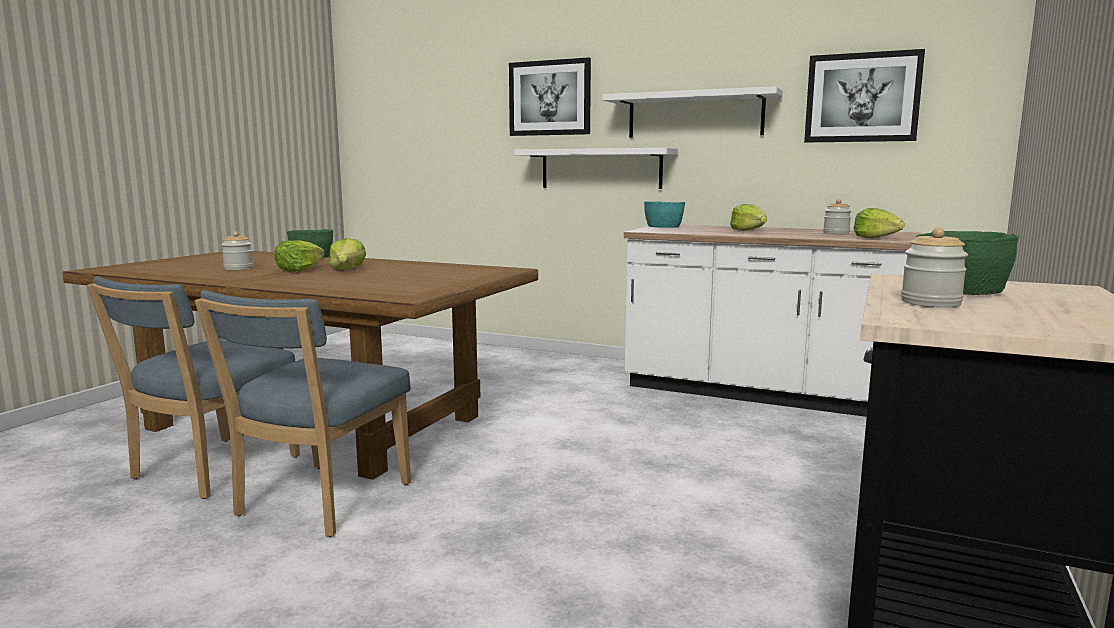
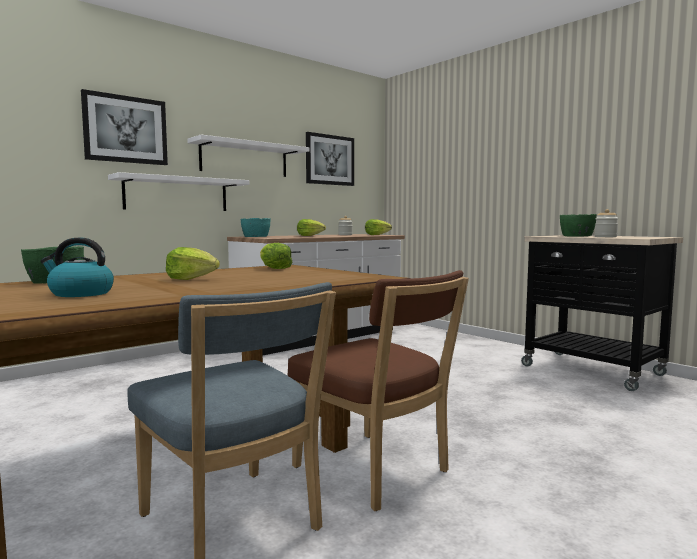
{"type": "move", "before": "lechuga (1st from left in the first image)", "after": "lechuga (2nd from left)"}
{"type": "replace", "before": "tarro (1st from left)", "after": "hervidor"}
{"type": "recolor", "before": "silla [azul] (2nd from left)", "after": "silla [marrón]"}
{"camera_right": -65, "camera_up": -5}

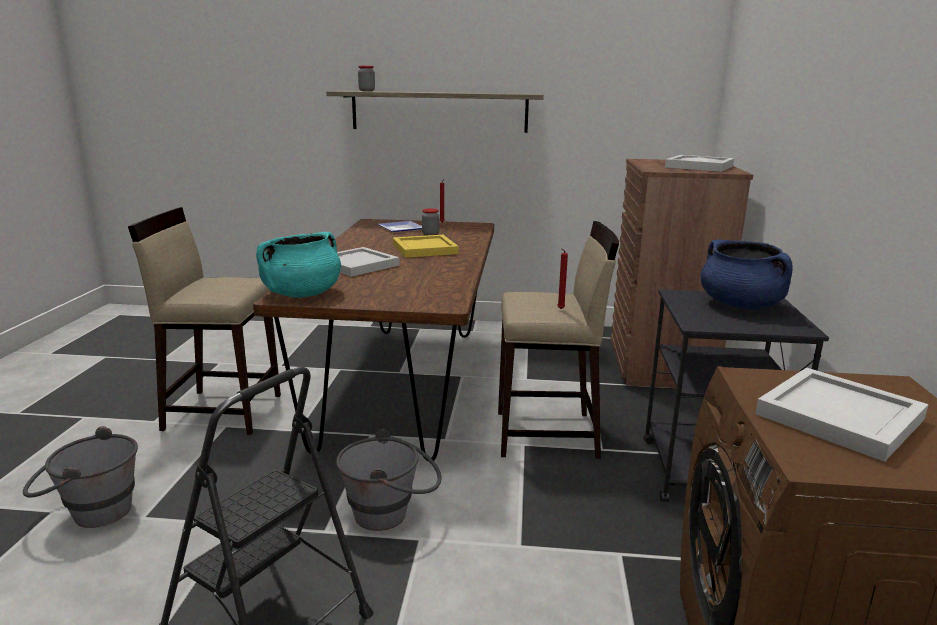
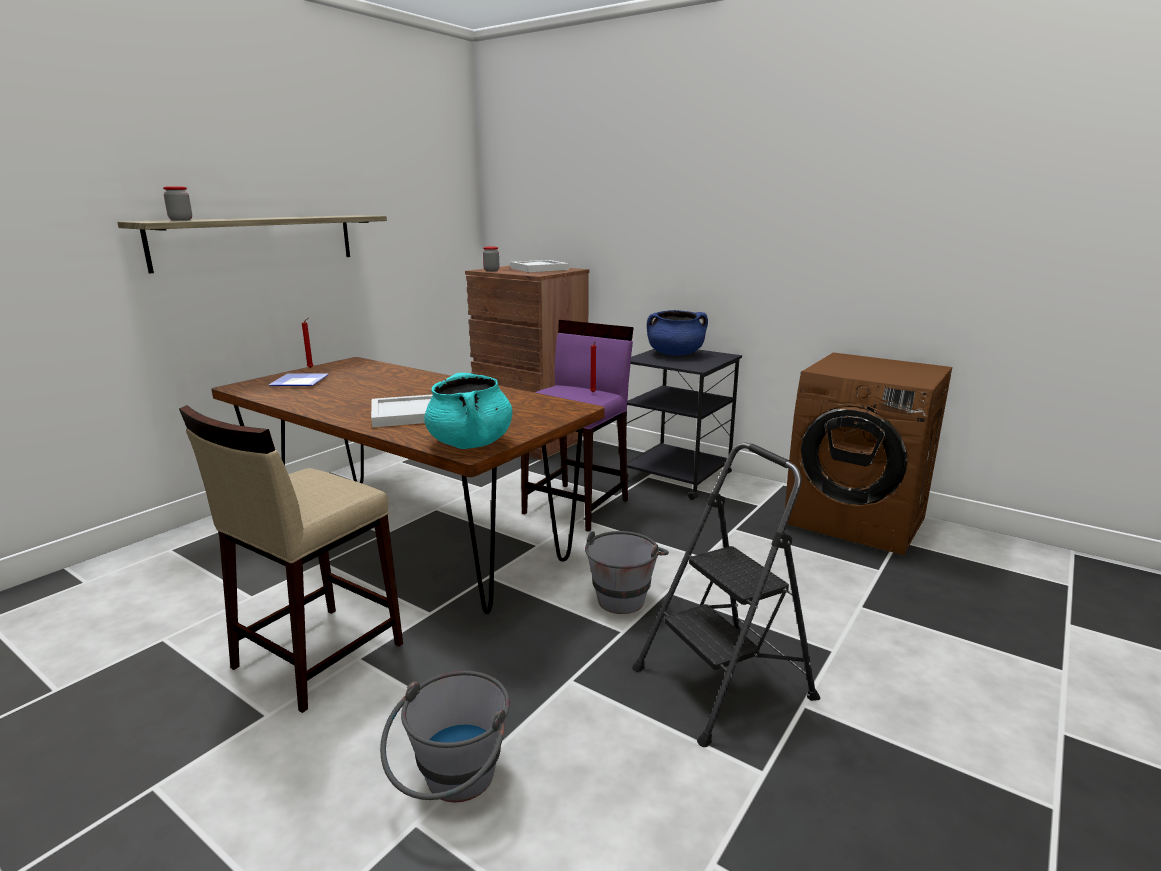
{"type": "delete", "before": "bandeja [amarillo]"}
{"type": "delete", "before": "bandeja [blanco] (3rd from left)"}
{"type": "move", "before": "tarro (2nd from left)"}
{"type": "recolor", "before": "taburete [beis] (2nd from left)", "after": "taburete [morado]"}
{"camera_right": -60, "camera_up": 0}

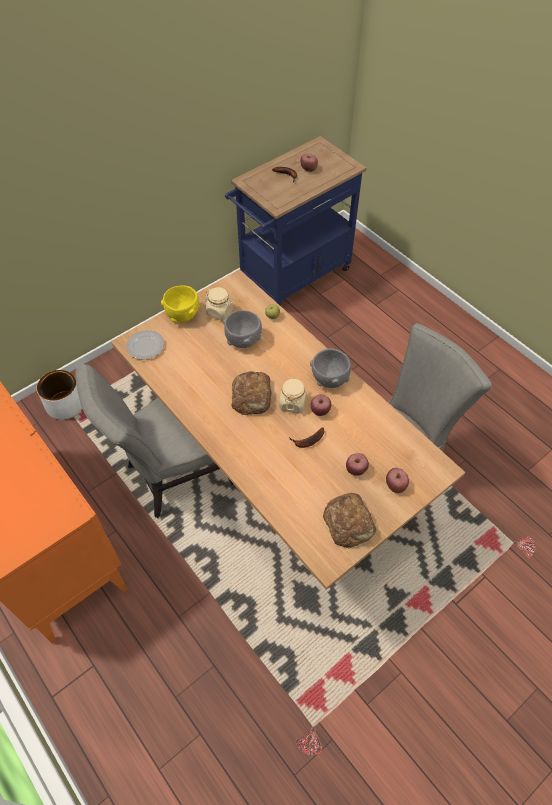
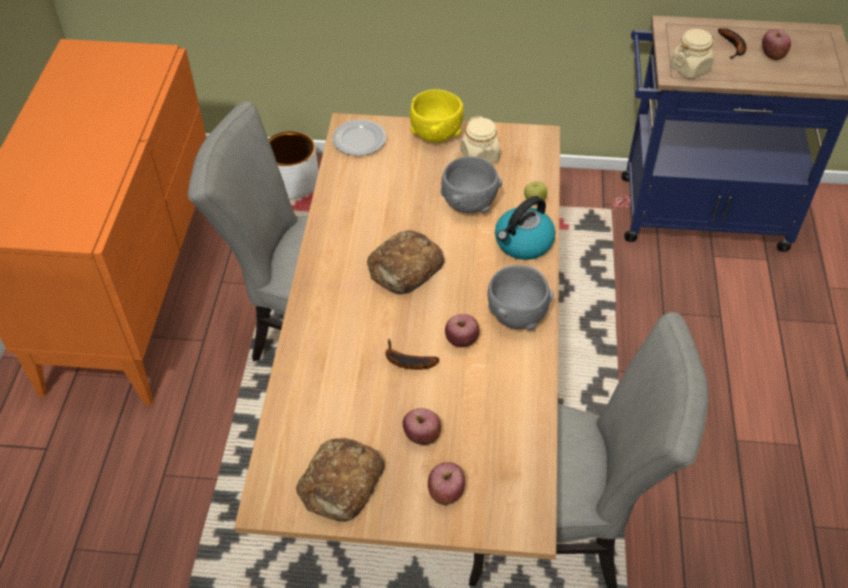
{"type": "insert", "after": "hervidor"}
{"type": "move", "before": "tarro [beis] (2nd from left)"}
{"camera_right": 45, "camera_up": -5}

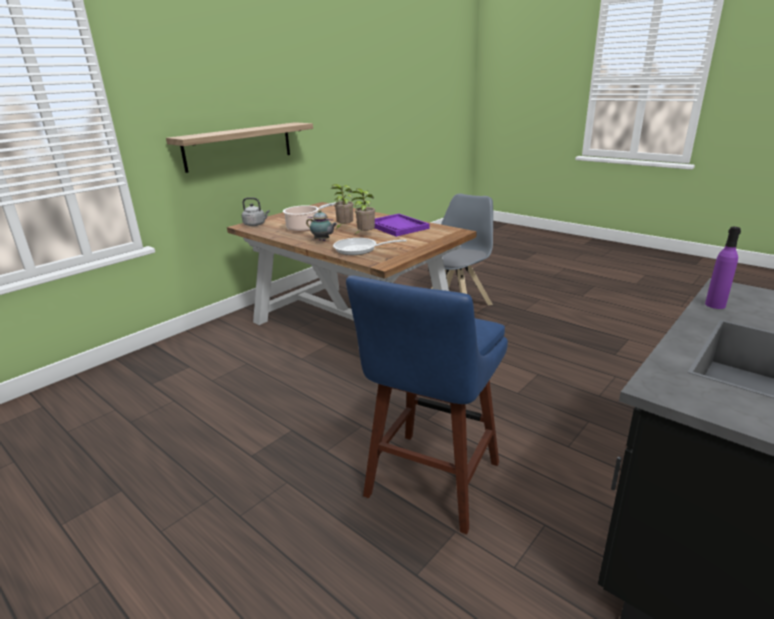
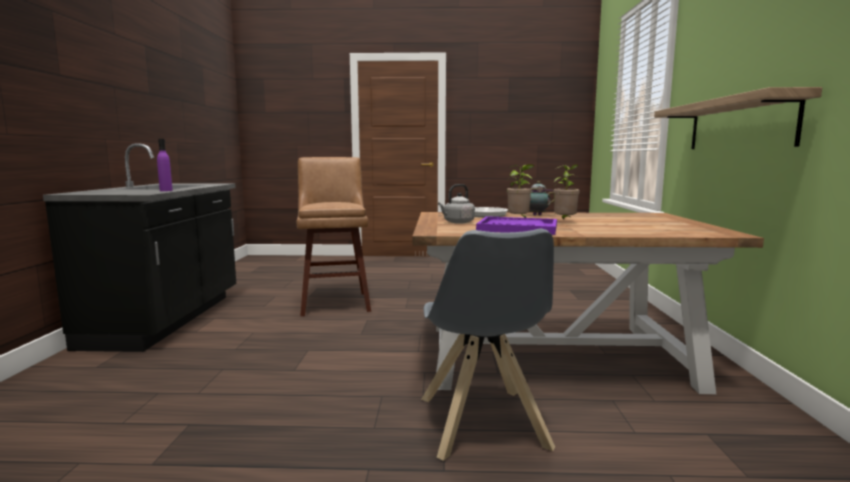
{"type": "delete", "before": "olla"}
{"type": "move", "before": "hervidor [gris]"}
{"type": "recolor", "before": "taburete [azul]", "after": "taburete [marrón]"}
{"camera_right": 140, "camera_up": -15}

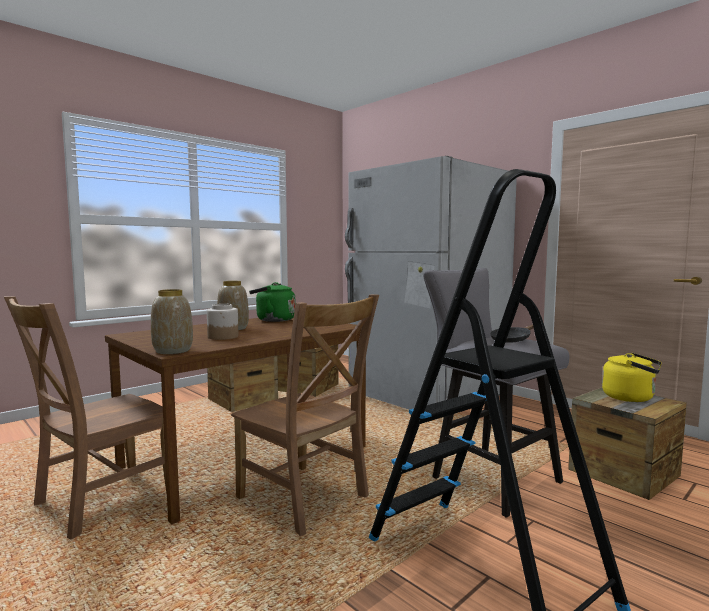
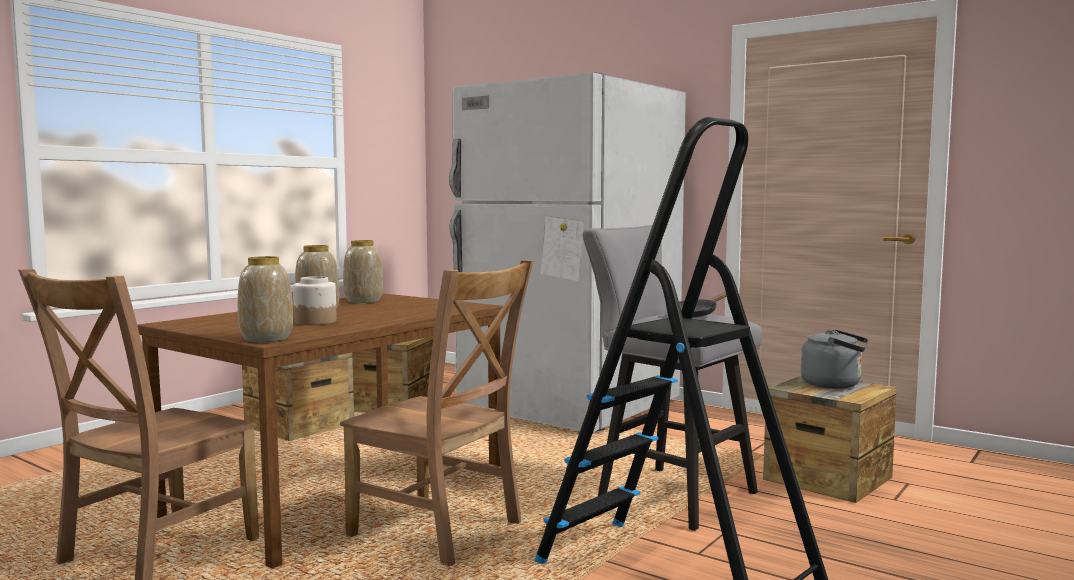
{"type": "replace", "before": "hervidor [verde]", "after": "florero (3rd from left)"}
{"type": "recolor", "before": "hervidor [amarillo]", "after": "hervidor [gris]"}
{"camera_right": -10, "camera_up": 0}

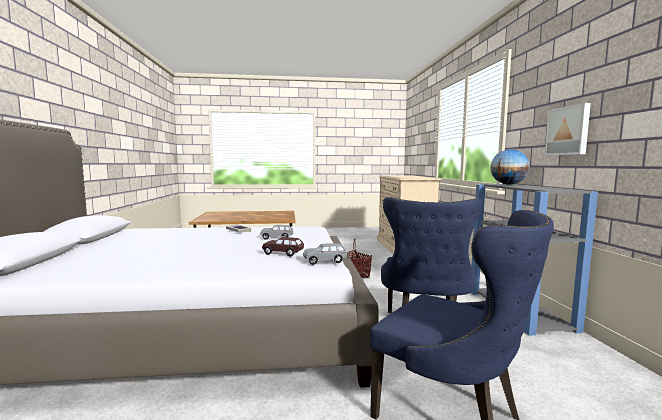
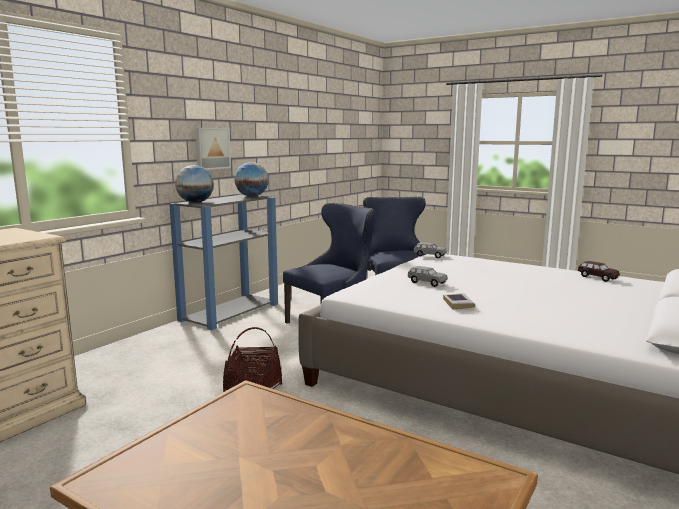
{"type": "insert", "after": "globo terráqueo (2nd from left)"}
{"type": "move", "before": "coche de juguete [marrón]"}
{"camera_right": -140, "camera_up": 5}

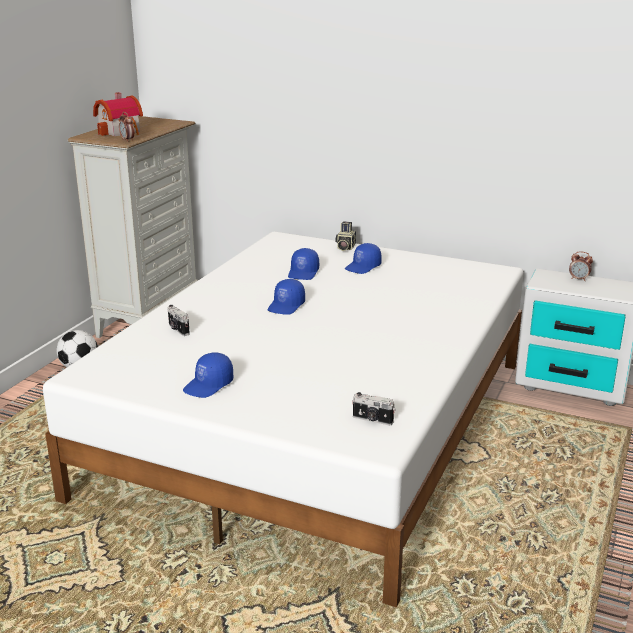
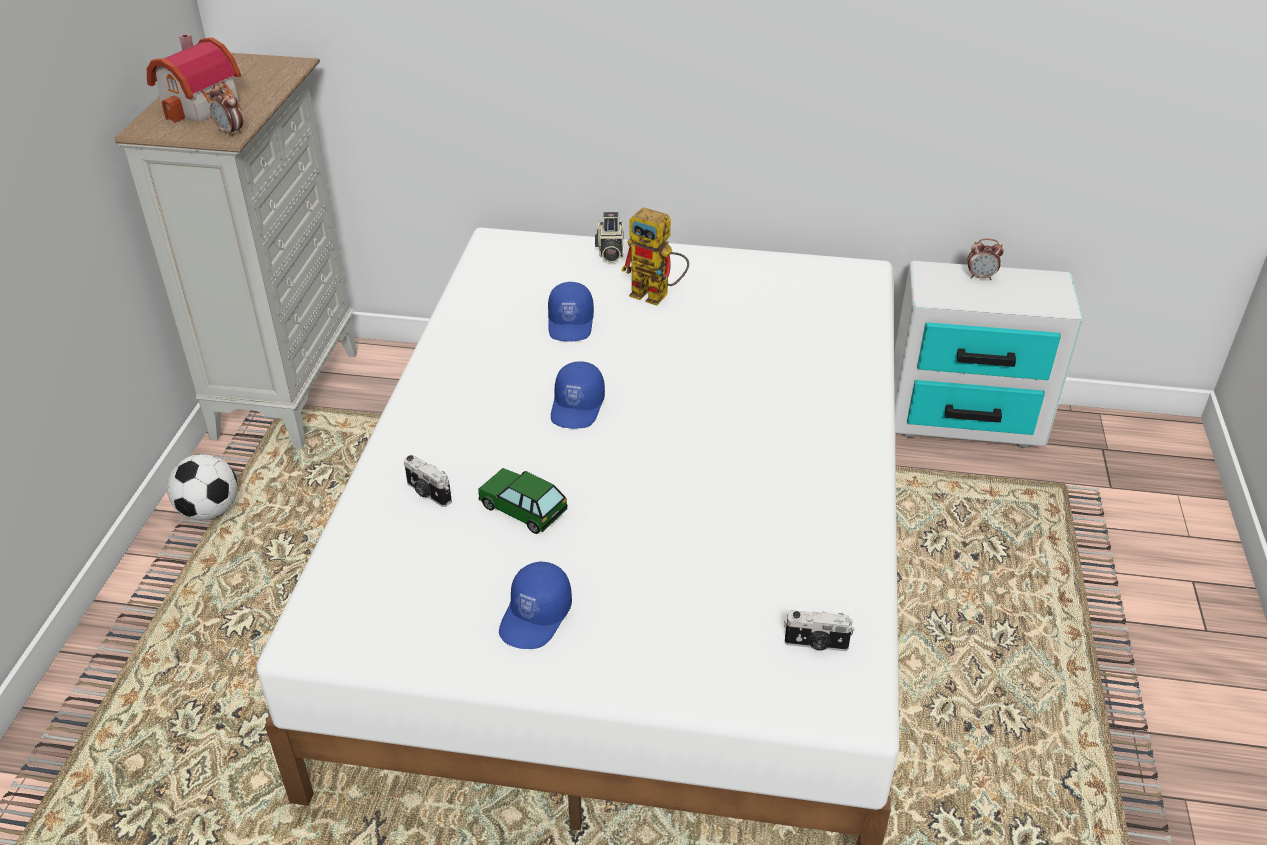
{"type": "insert", "after": "coche de juguete"}
{"type": "replace", "before": "gorra [azul] (4th from left)", "after": "robot de juguete"}
{"camera_right": -15, "camera_up": 15}

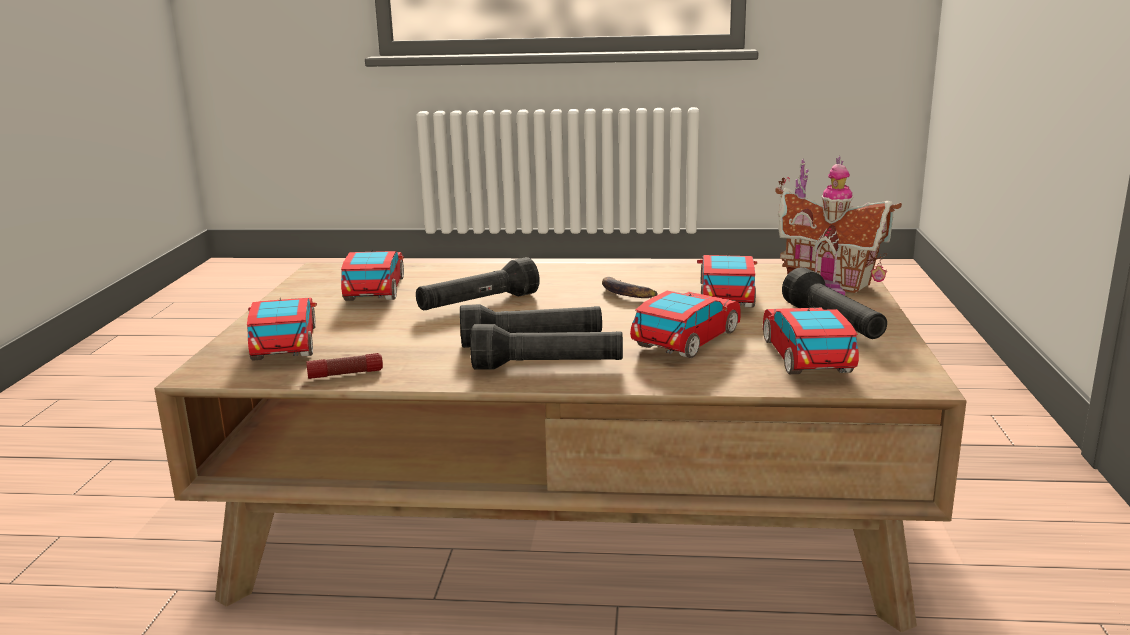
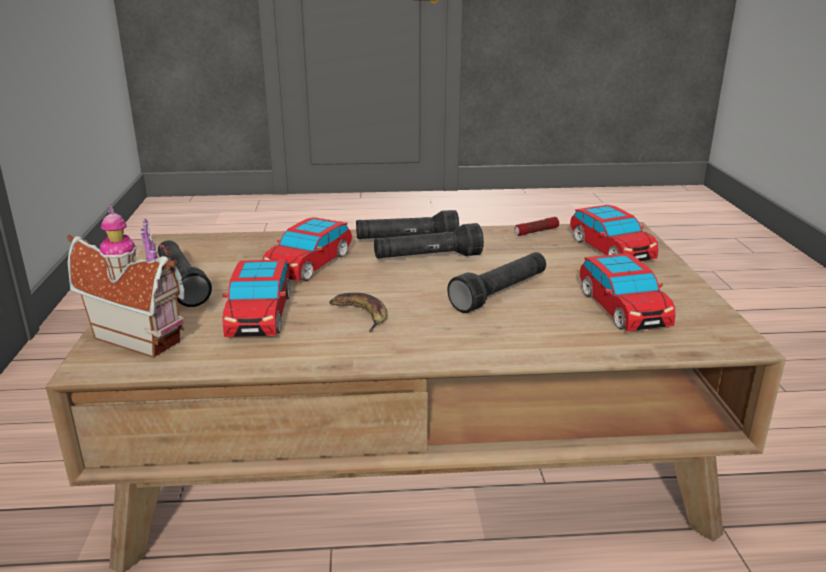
{"type": "delete", "before": "coche de juguete (5th from left)"}
{"camera_right": 170, "camera_up": 5}

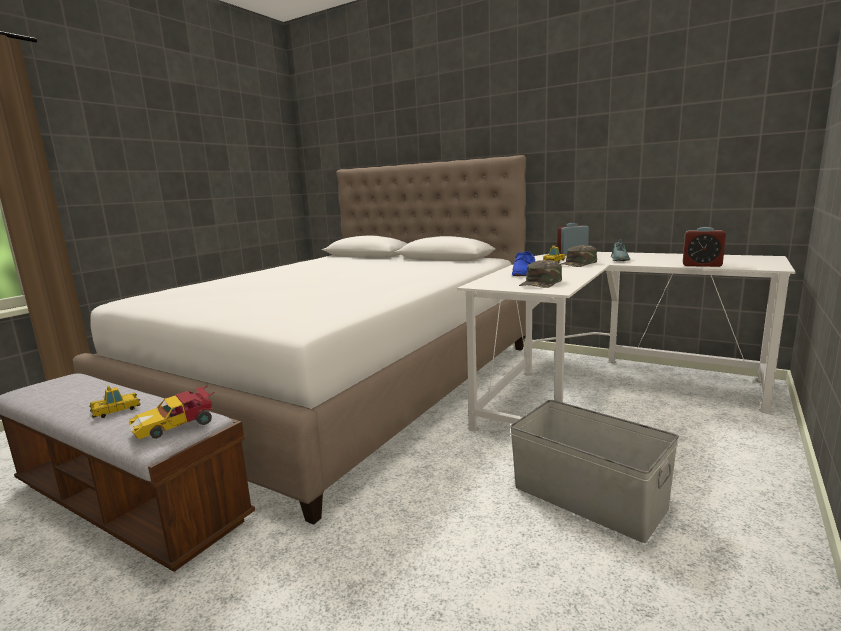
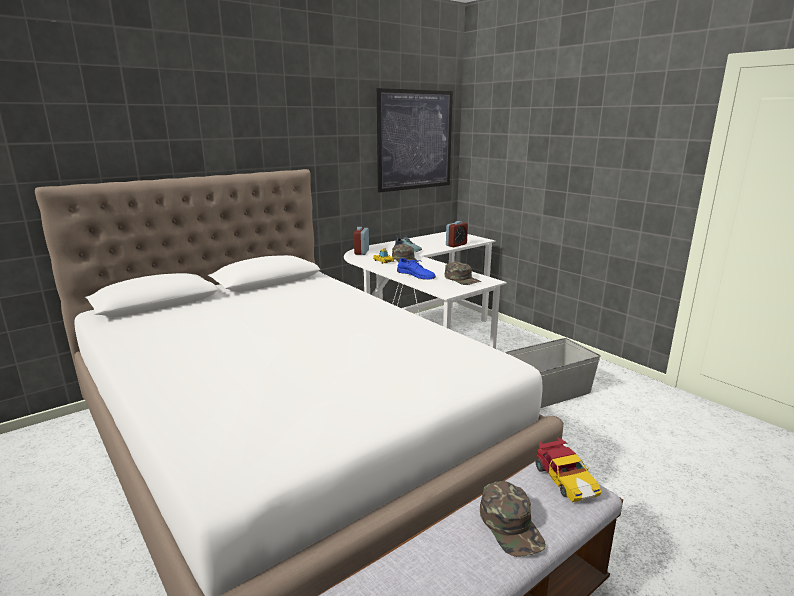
{"type": "insert", "after": "cuadro"}
{"type": "replace", "before": "coche de juguete (1st from left)", "after": "gorra [verde] (3rd from left)"}
{"camera_right": -70, "camera_up": 5}

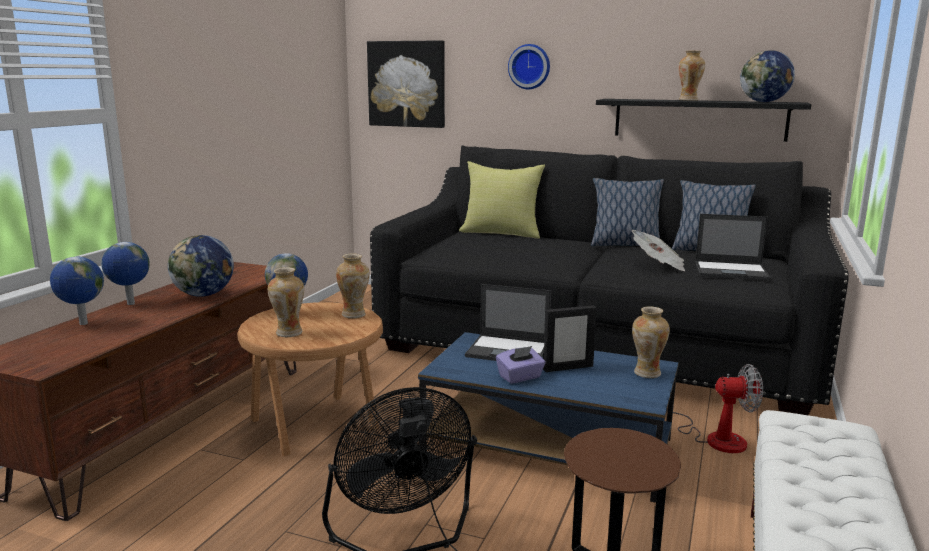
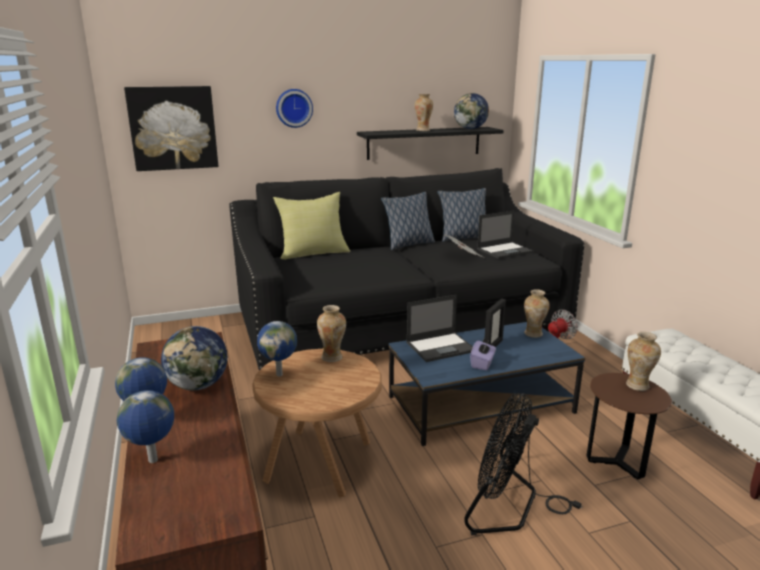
{"type": "move", "before": "florero (1st from left in the first image)", "after": "florero (4th from left)"}
{"camera_right": -40, "camera_up": 5}

